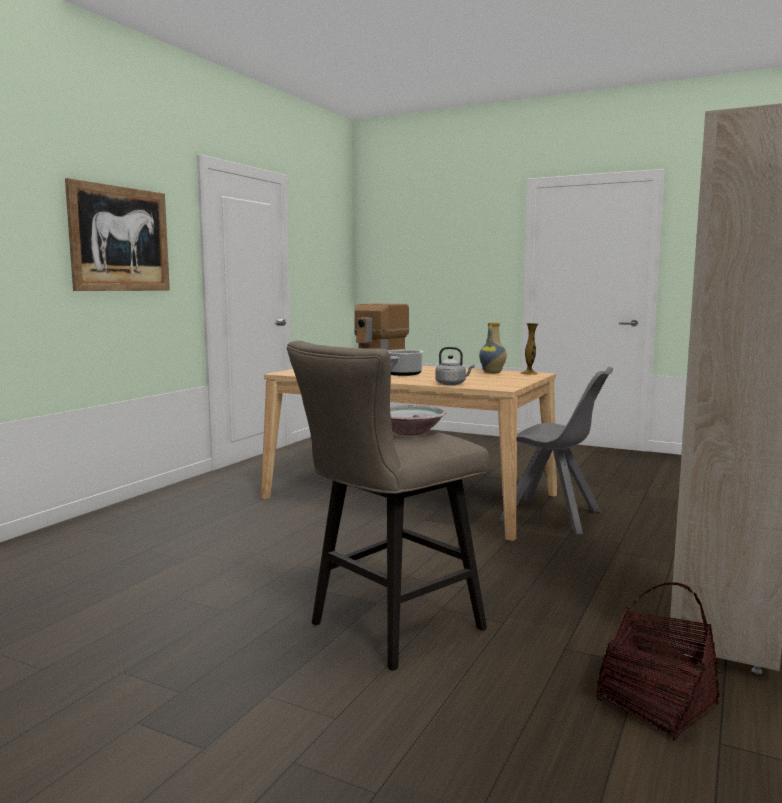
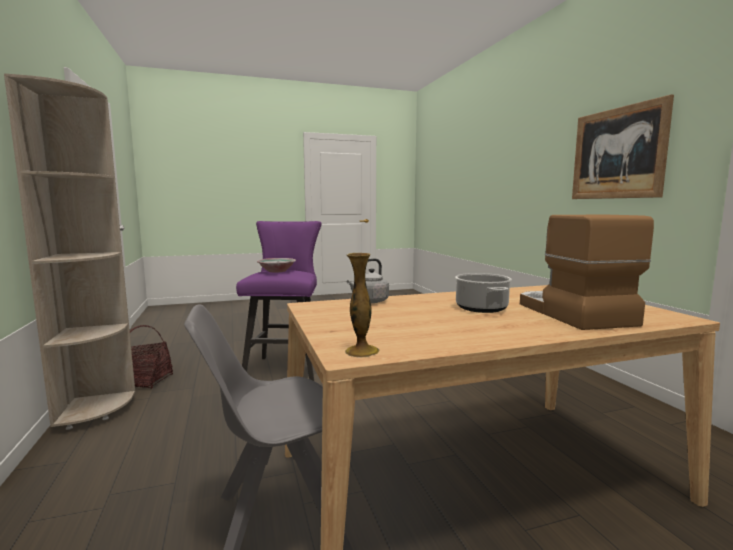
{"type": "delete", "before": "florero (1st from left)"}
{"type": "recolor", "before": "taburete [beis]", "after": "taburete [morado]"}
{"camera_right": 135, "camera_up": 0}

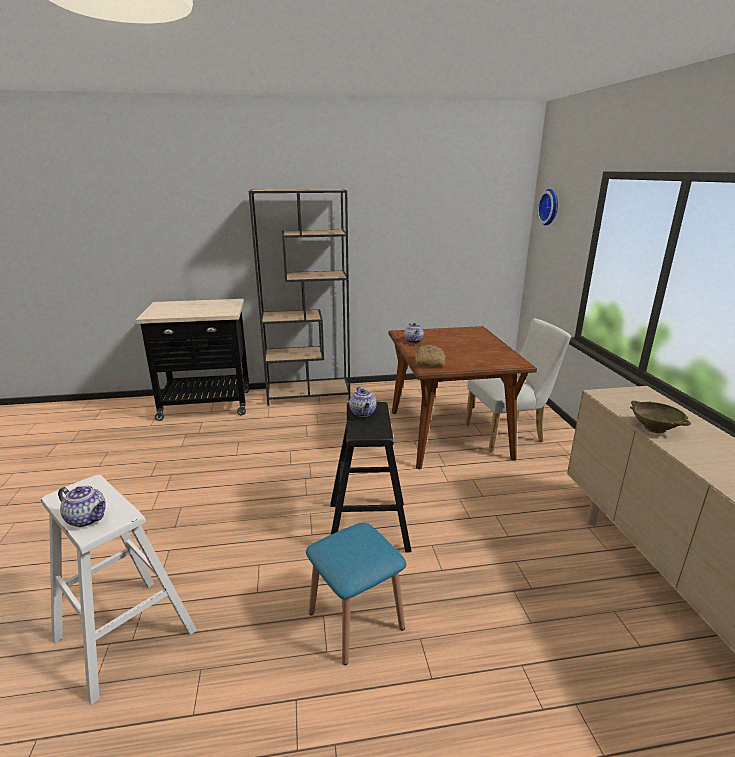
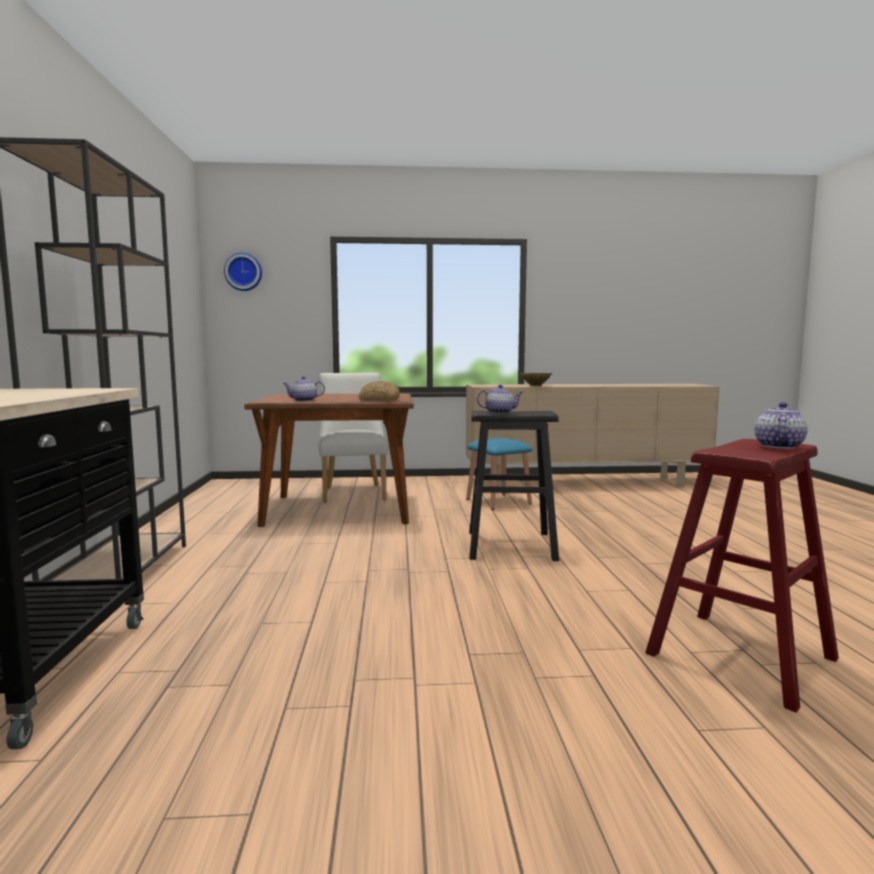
{"type": "move", "before": "taburete [azul]"}
{"type": "recolor", "before": "taburete [blanco]", "after": "taburete [rojo]"}
{"camera_right": -85, "camera_up": -15}

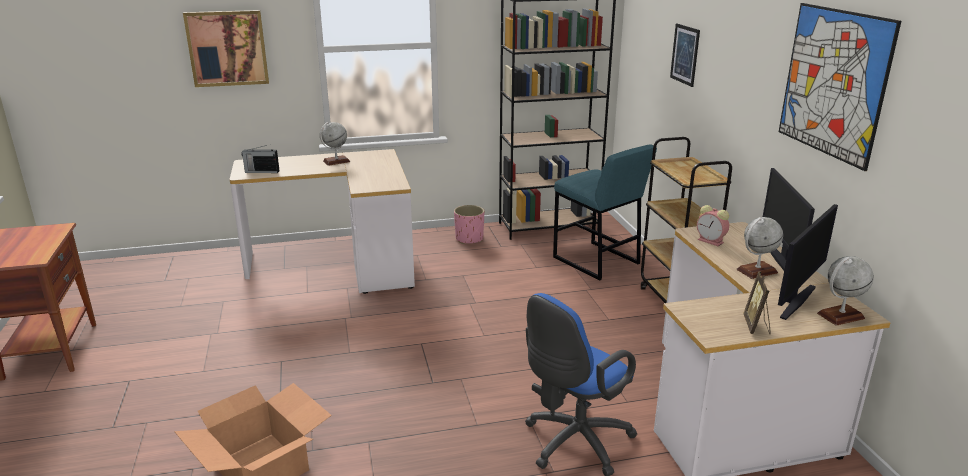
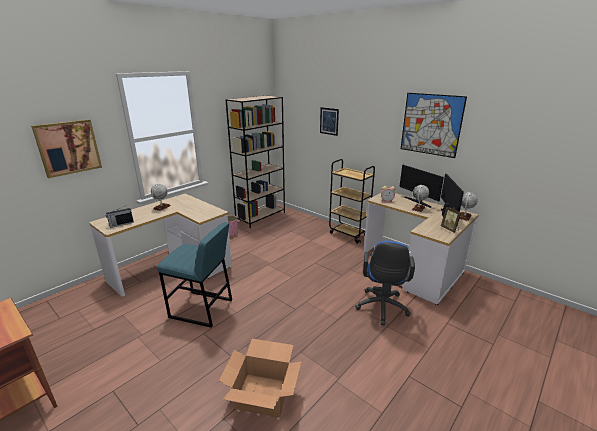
{"type": "move", "before": "taburete [azul]"}
{"camera_right": -35, "camera_up": 0}

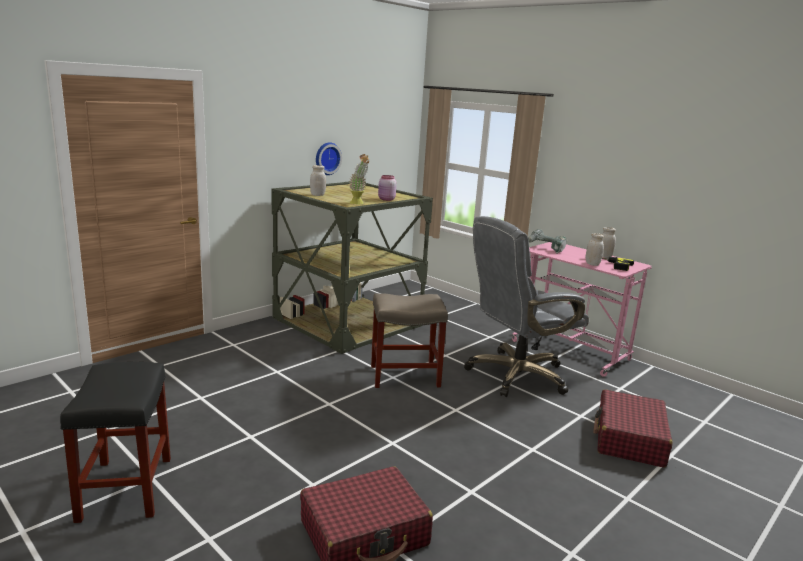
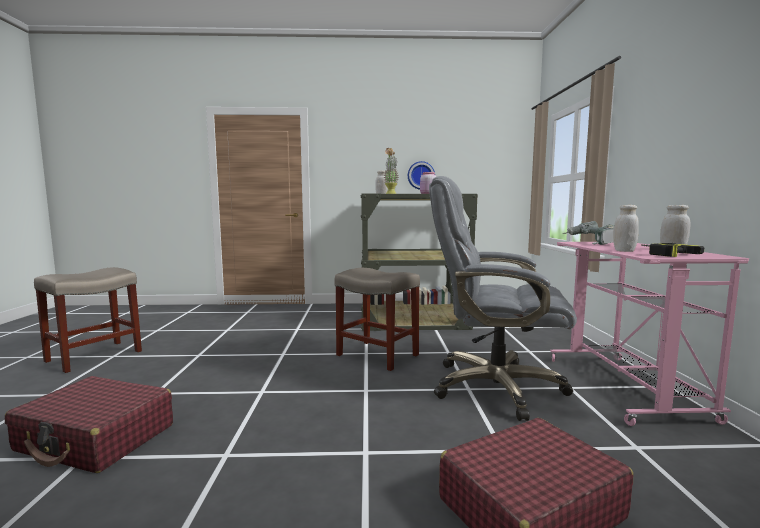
{"type": "recolor", "before": "taburete [negro]", "after": "taburete [beis] (1st from left)"}
{"camera_right": 45, "camera_up": -10}

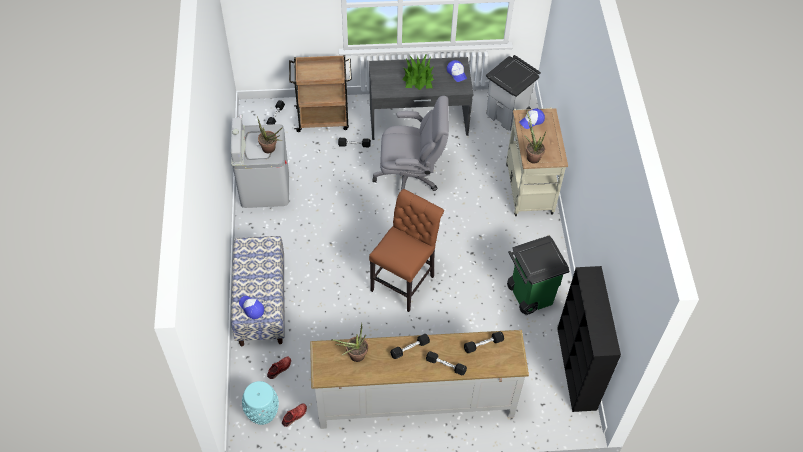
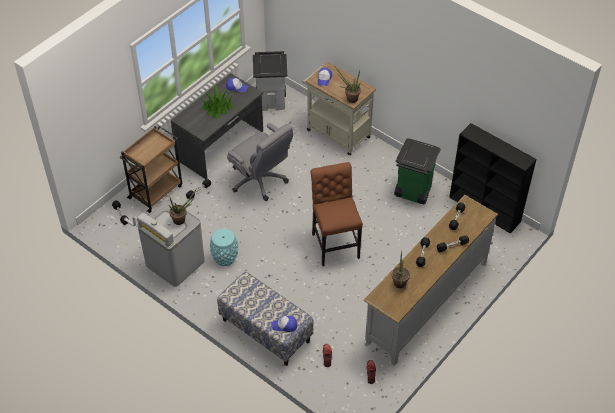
{"type": "move", "before": "taburete [turquesa]"}
{"type": "rotate", "before": "silla de oficina [gris]", "turn": 90}
{"camera_right": -45, "camera_up": -5}

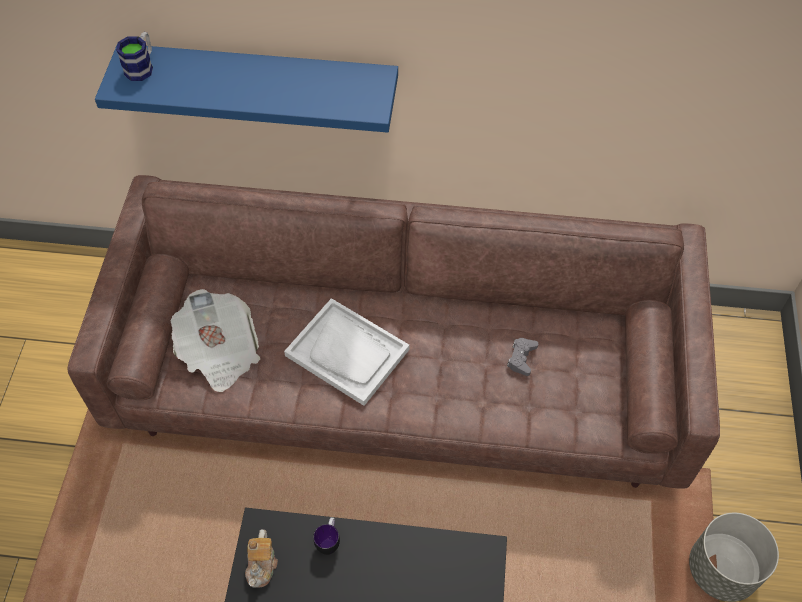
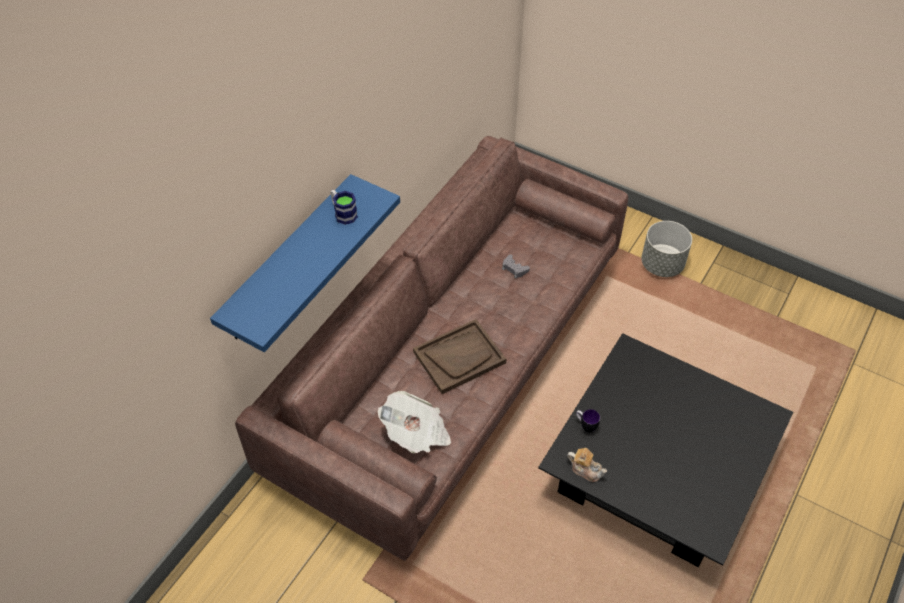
{"type": "move", "before": "taza grande (1st from left)"}
{"type": "recolor", "before": "bandeja [blanco]", "after": "bandeja [marrón]"}
{"camera_right": -65, "camera_up": -5}

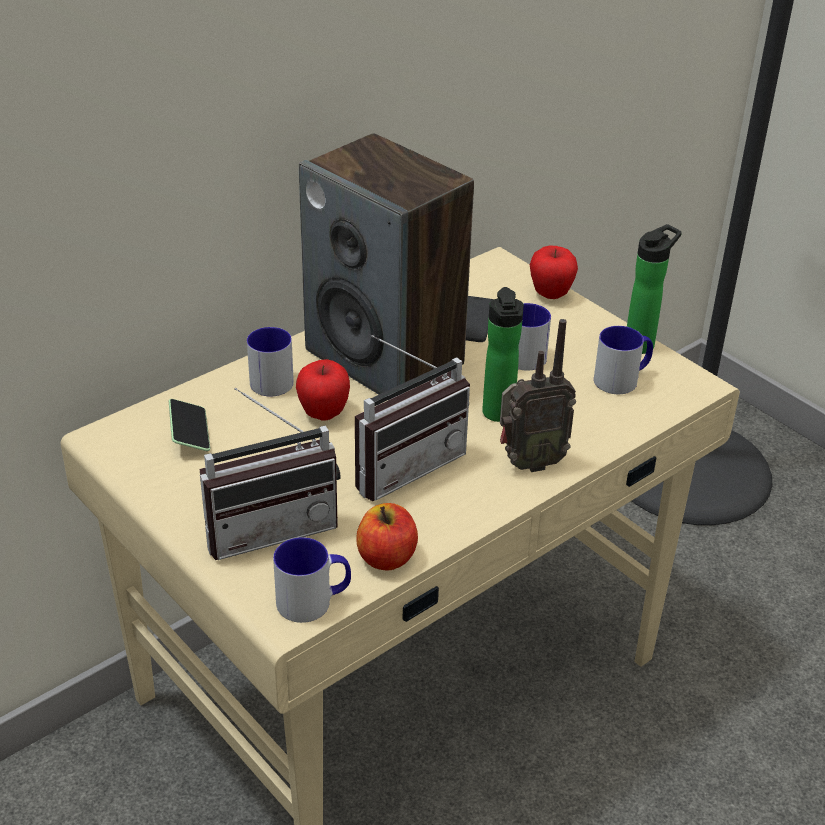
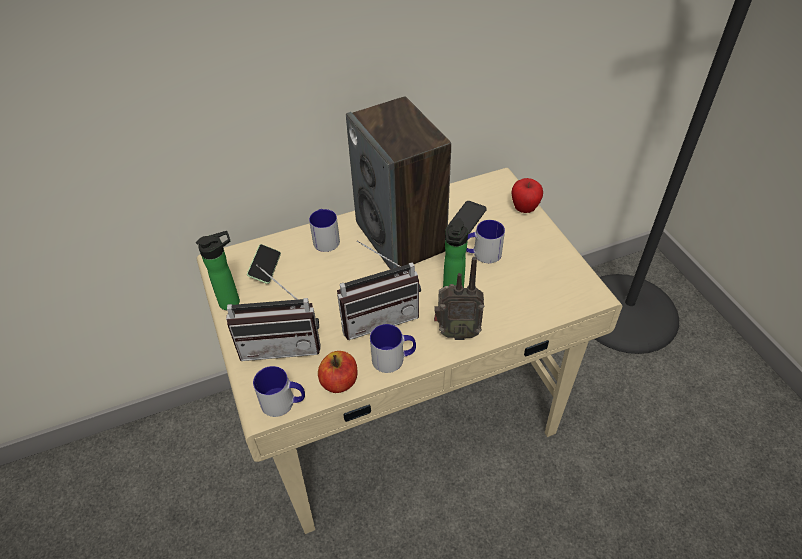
{"type": "delete", "before": "manzana (1st from left)"}
{"type": "move", "before": "taza grande (4th from left in the first image)", "after": "taza grande (3rd from left)"}
{"type": "move", "before": "botella (2nd from left in the first image)", "after": "botella (1st from left)"}
{"camera_right": 20, "camera_up": 10}

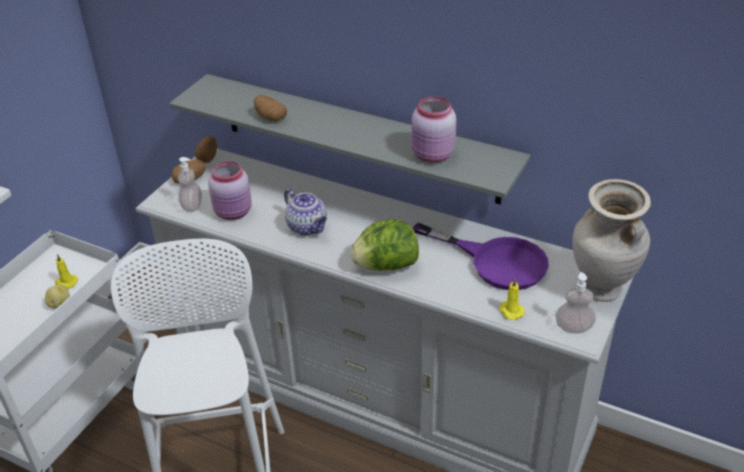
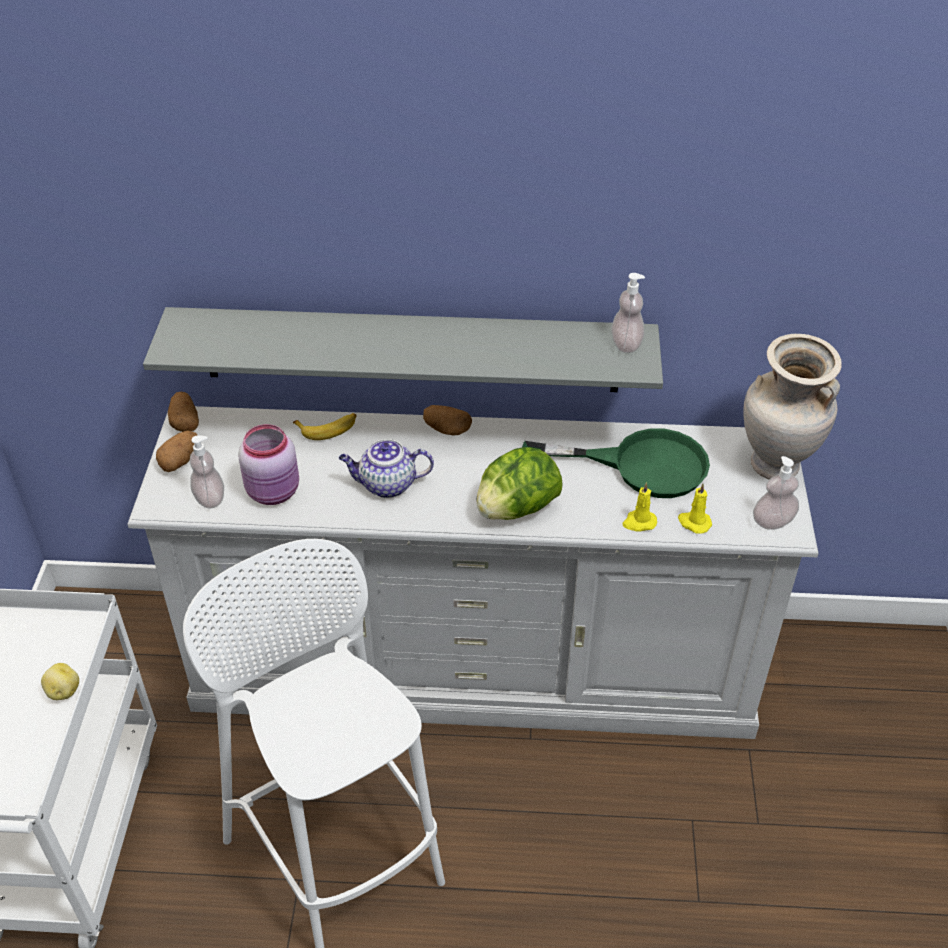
{"type": "delete", "before": "tarro [rosa] (2nd from left)"}
{"type": "insert", "after": "plátano"}
{"type": "insert", "after": "dispensador de jabón (2nd from left)"}
{"type": "move", "before": "vela [amarillo] (1st from left)"}
{"type": "move", "before": "patata (4th from left)"}
{"type": "recolor", "before": "sartén [morado]", "after": "sartén [verde]"}
{"type": "rotate", "before": "tetera", "turn": 150}
{"camera_right": -25, "camera_up": 5}

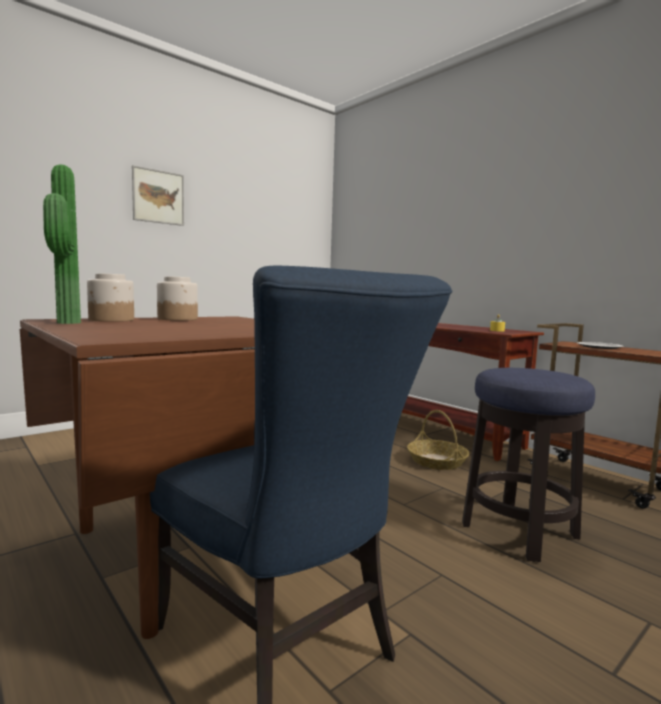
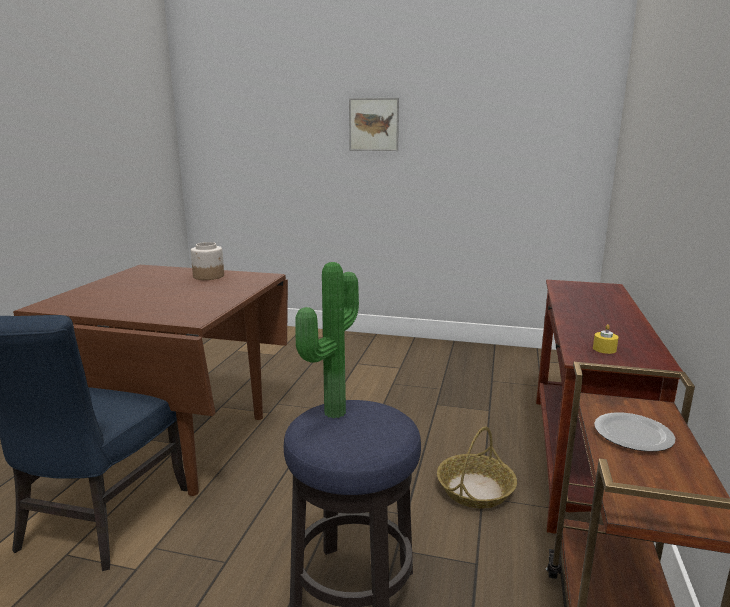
{"type": "delete", "before": "tarro (1st from left)"}
{"type": "move", "before": "planta en maceta"}
{"camera_right": 55, "camera_up": 10}

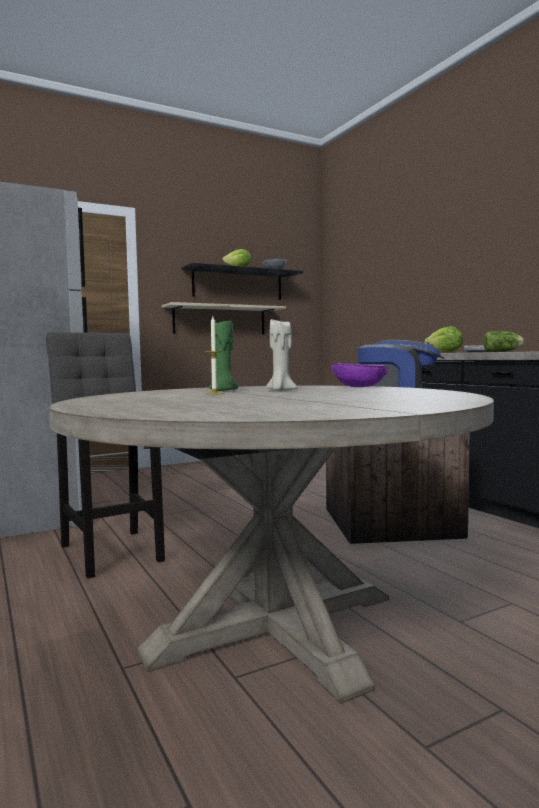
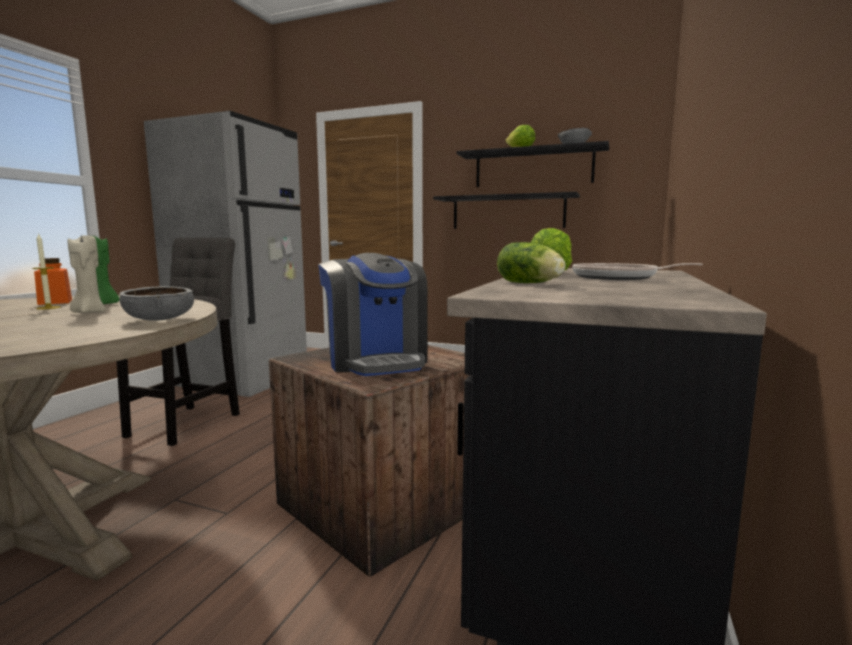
{"type": "insert", "after": "tarro [naranja]"}
{"type": "recolor", "before": "estante [beis]", "after": "estante [negro] (1st from left)"}
{"type": "recolor", "before": "cuenco [morado]", "after": "cuenco [gris] (1st from left)"}
{"camera_right": 50, "camera_up": 5}

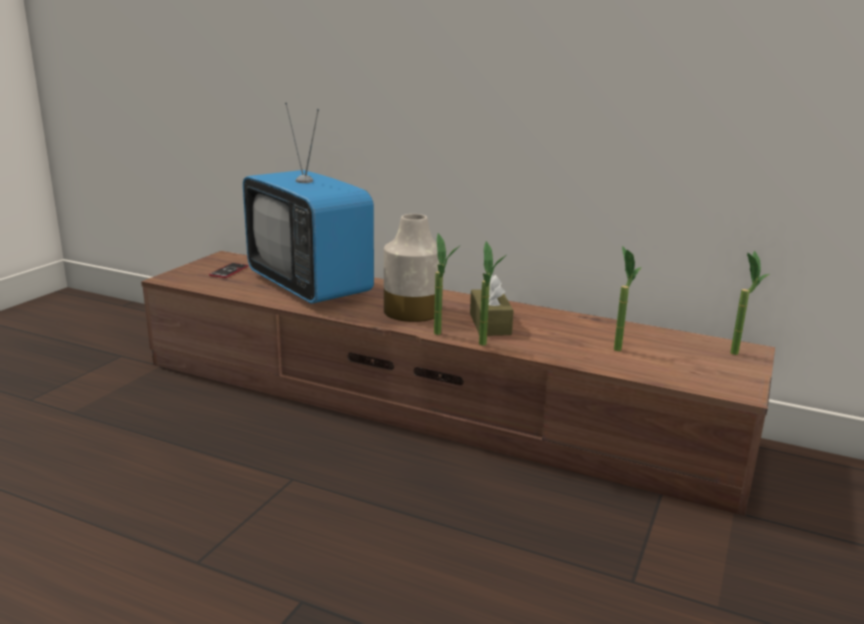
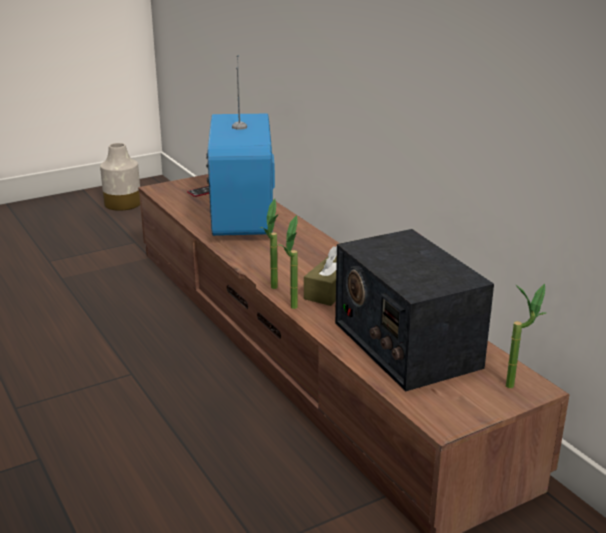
{"type": "move", "before": "florero [beis]"}
{"type": "replace", "before": "planta en maceta (3rd from left)", "after": "radio"}
{"camera_right": 35, "camera_up": 5}

